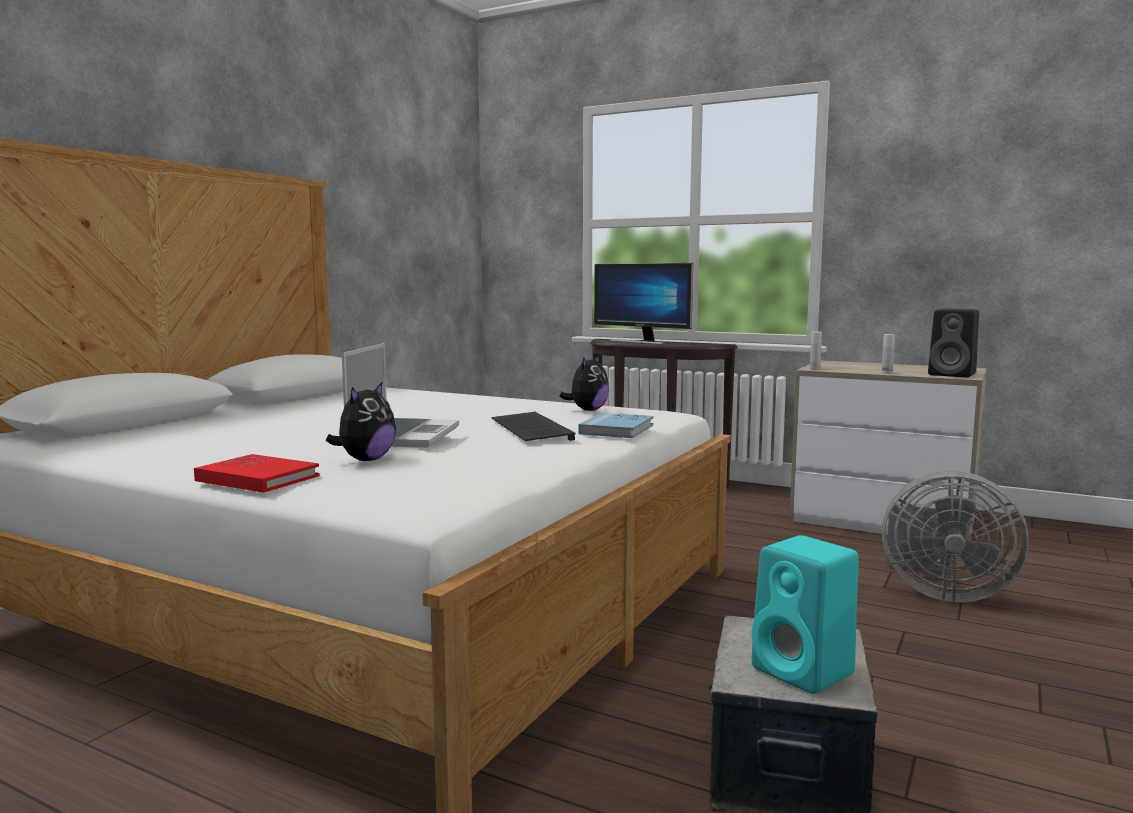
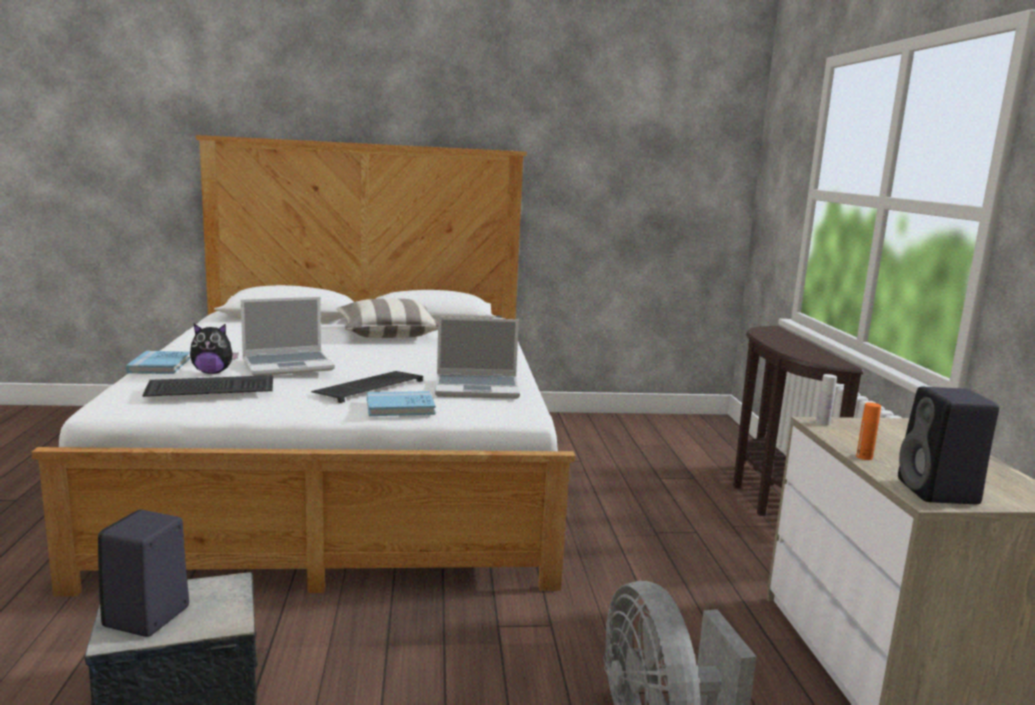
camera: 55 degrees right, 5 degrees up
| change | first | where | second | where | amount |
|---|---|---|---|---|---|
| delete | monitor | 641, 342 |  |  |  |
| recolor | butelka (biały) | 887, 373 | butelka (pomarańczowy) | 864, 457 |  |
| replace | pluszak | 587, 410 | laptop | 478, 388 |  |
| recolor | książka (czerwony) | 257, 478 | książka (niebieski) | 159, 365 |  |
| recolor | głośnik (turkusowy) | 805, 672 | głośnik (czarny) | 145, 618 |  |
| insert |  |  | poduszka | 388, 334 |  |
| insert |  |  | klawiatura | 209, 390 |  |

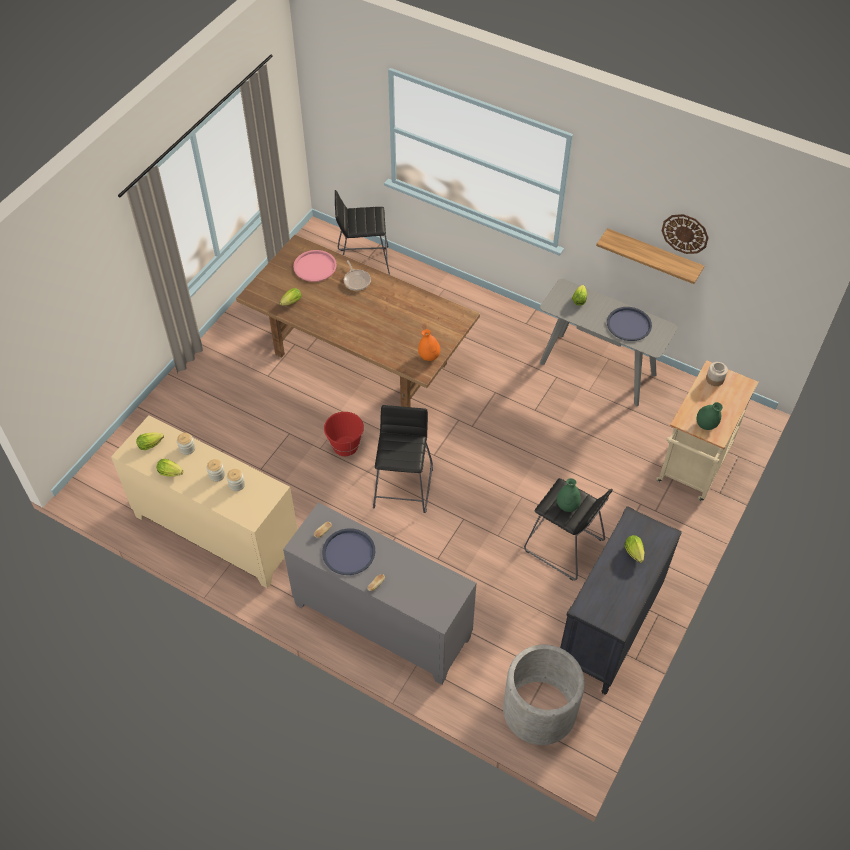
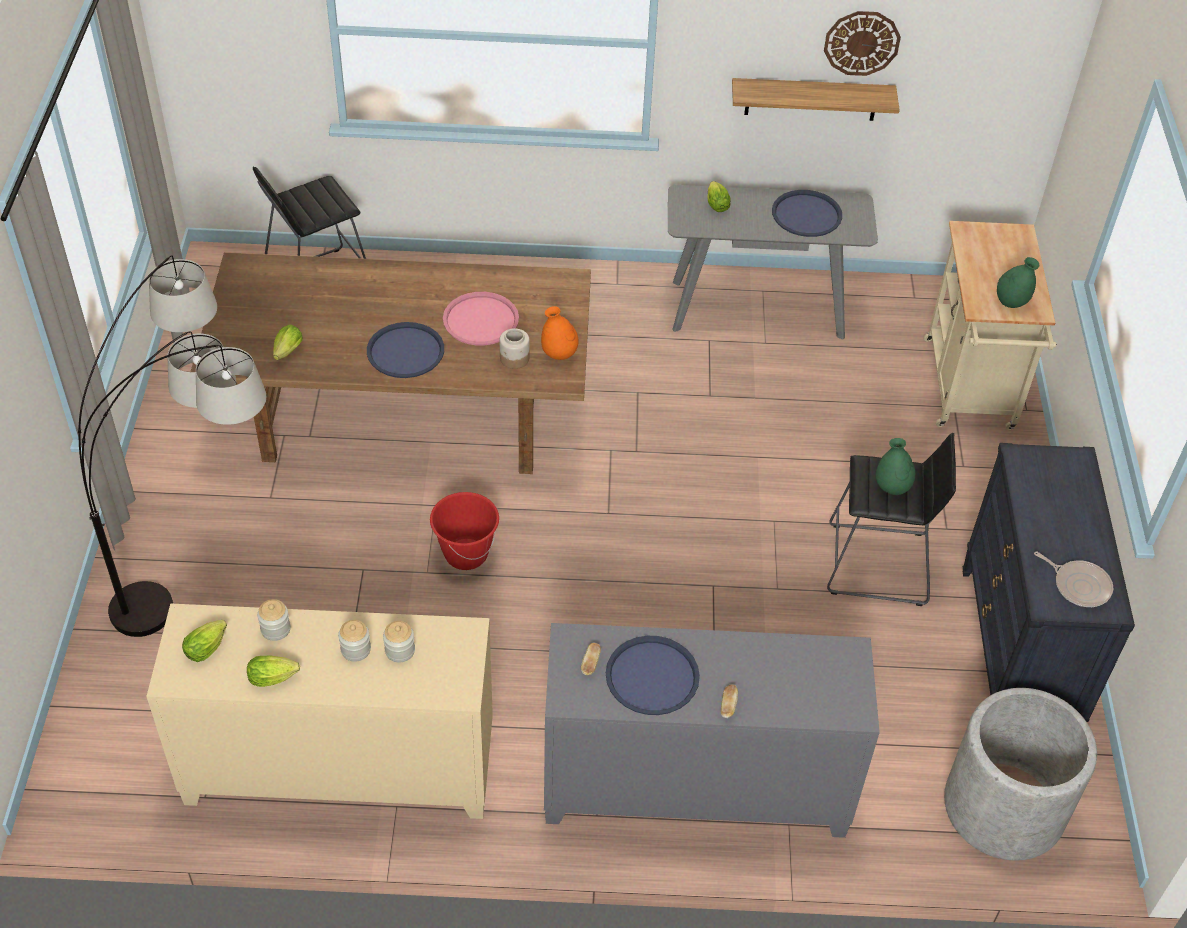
camera: 30 degrees left, 5 degrees down
| change | first | where | second | where | amount |
|---|---|---|---|---|---|
| move | taca (różowy) | 315, 266 |  | 481, 320 |  |
| move | patelnia | 356, 280 |  | 1079, 585 |  |
| move | słoik | 714, 379 |  | 514, 358 |  |
| delete | stołek (czarny) | 402, 487 |  |  |  |
| delete | sałata | 634, 554 |  |  |  |
| insert |  |  | lampa stojąca | 216, 583 |  |
| insert |  |  | taca (niebieski) | 405, 351 |  |

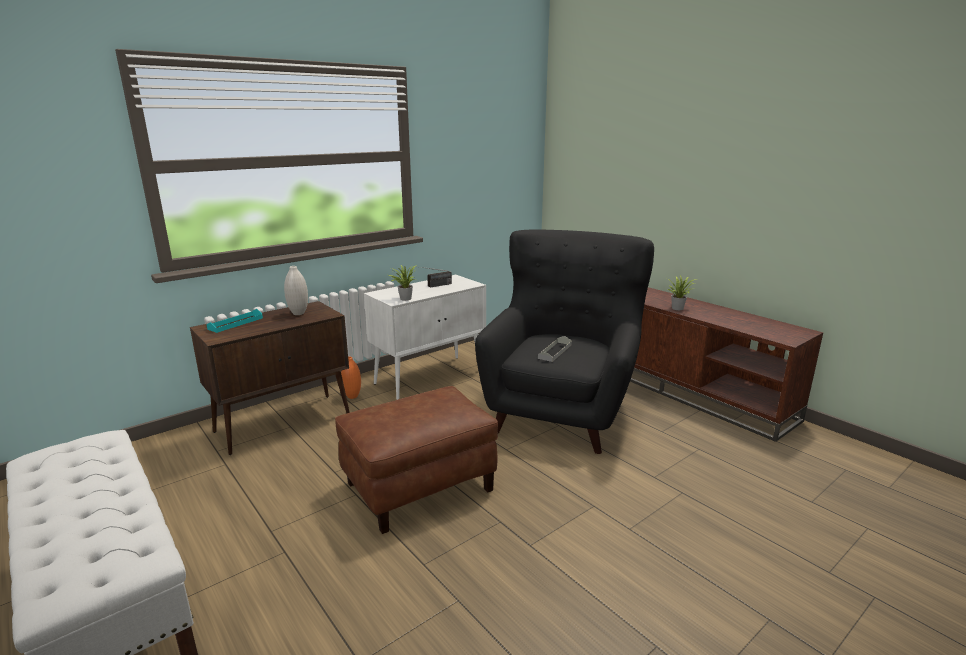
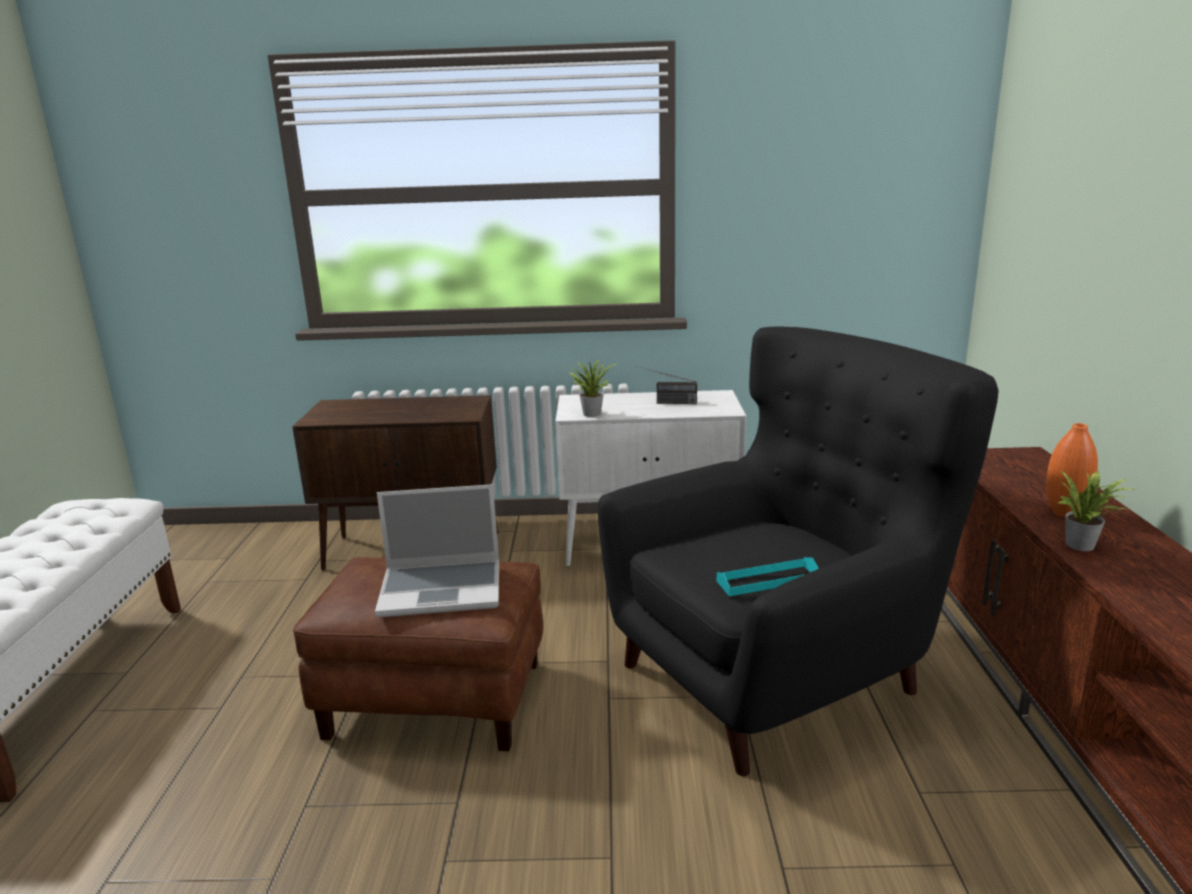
camera: 40 degrees right, 0 degrees up
| change | first | where | second | where | amount |
|---|---|---|---|---|---|
| delete | wazon (biały) | 298, 313 |  |  |  |
| move | taca (turkusowy) | 235, 323 |  | 767, 580 |  |
| delete | taca (szary) | 555, 351 |  |  |  |
| move | wazon (pomarańczowy) | 352, 396 |  | 1064, 513 |  |
| insert |  |  | laptop | 443, 589 |  |

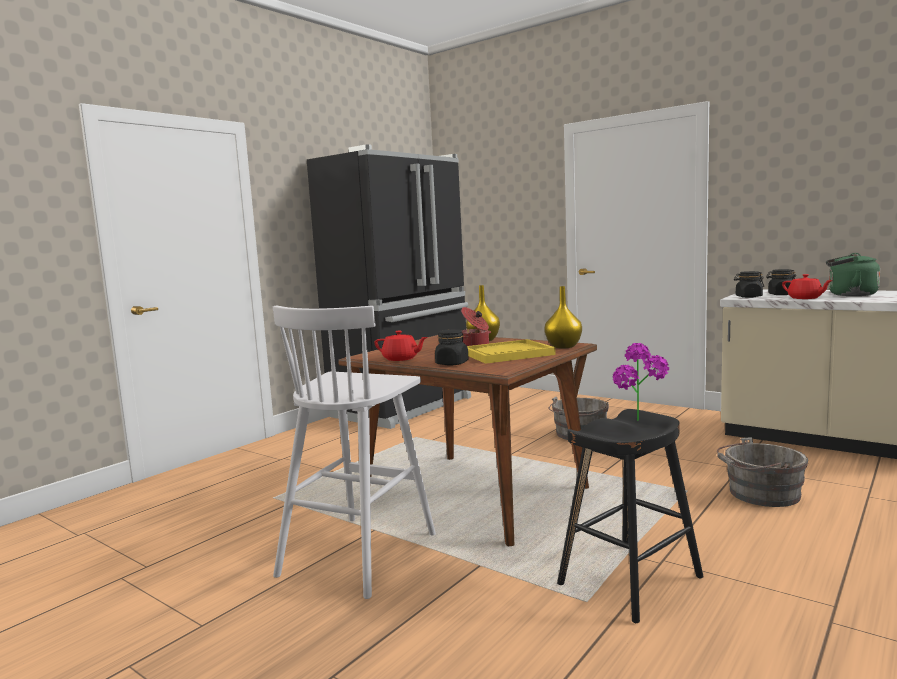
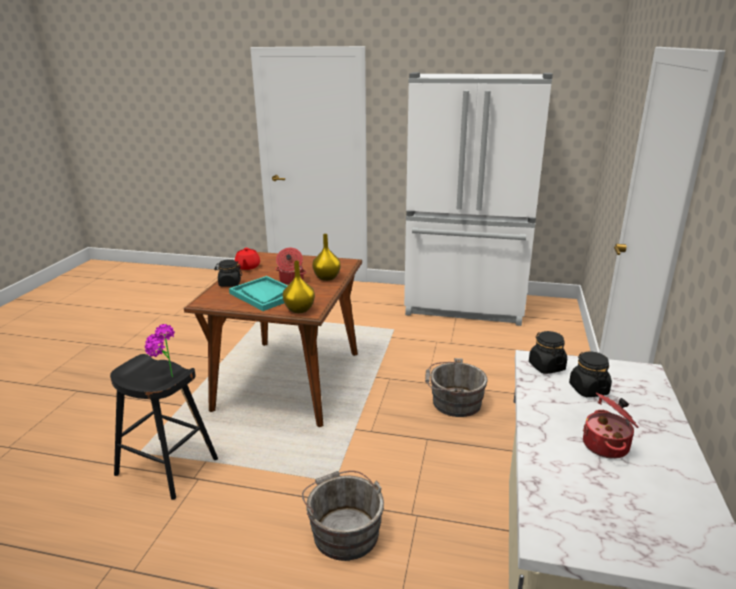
camera: 65 degrees right, 15 degrees up
| change | first | where | second | where | amount |
|---|---|---|---|---|---|
| recolor | lodówka (czarny) | 405, 407 | lodówka (biały) | 465, 306 |  |
| replace | czajnik (zielony) | 849, 295 | garnek | 607, 445 |  |
| delete | imbryk (czerwony) | 805, 298 |  |  |  |
| delete | stołek (biały) | 360, 553 |  |  |  |
| recolor | taca (żółty) | 507, 354 | taca (turkusowy) | 264, 295 |  |

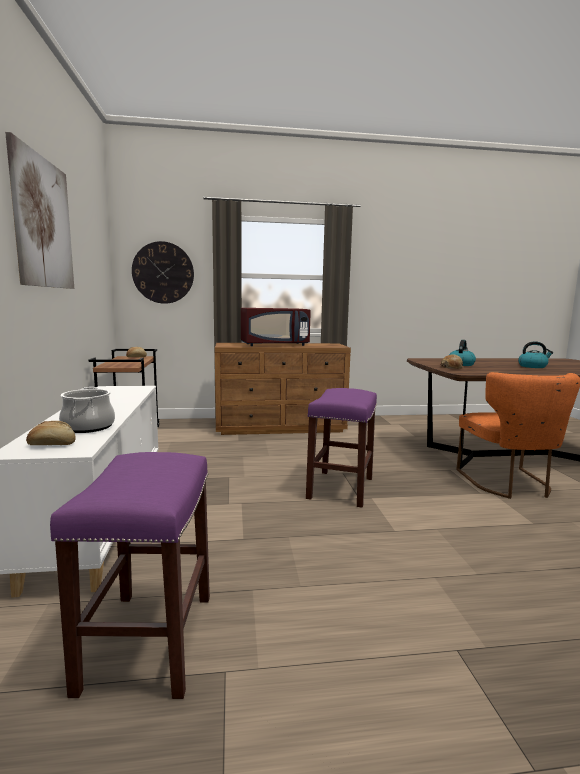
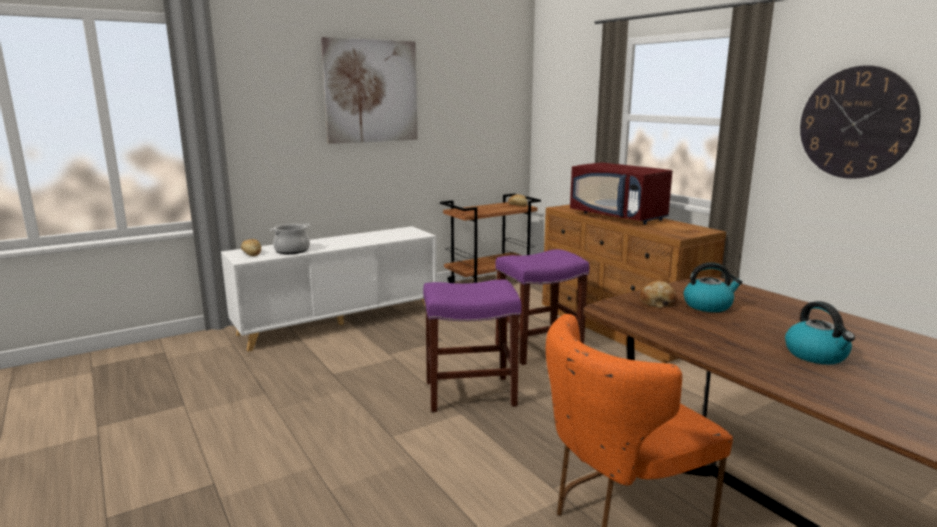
camera: 65 degrees right, 5 degrees up
| change | first | where | second | where | amount |
|---|---|---|---|---|---|
| move | zegar ścienny | 163, 272 |  | 856, 123 |  |
| move | stołek (fioletowy) | 149, 642 |  | 538, 348 |  |

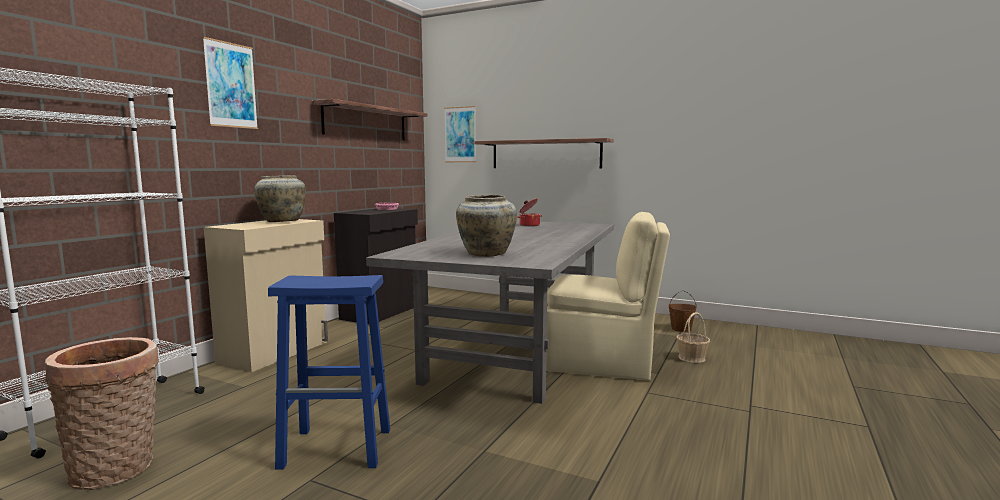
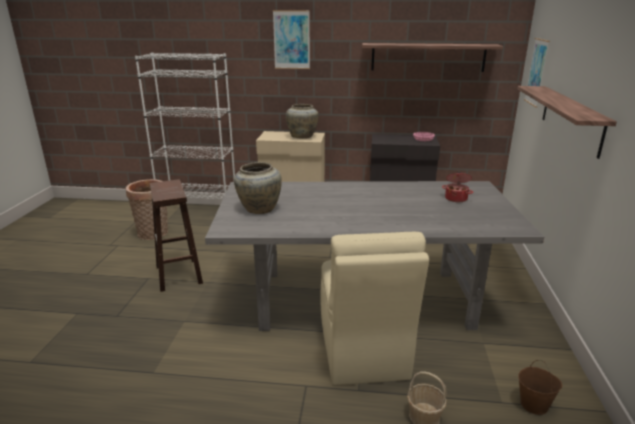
camera: 70 degrees right, 15 degrees up
| change | first | where | second | where | amount |
|---|---|---|---|---|---|
| recolor | stołek (niebieski) | 338, 448 | stołek (brązowy) | 179, 275 |  |

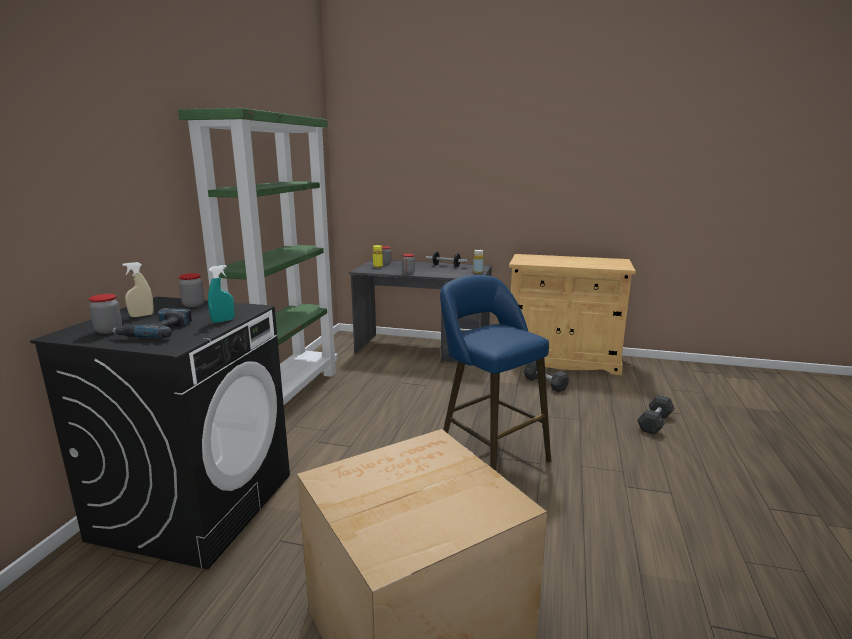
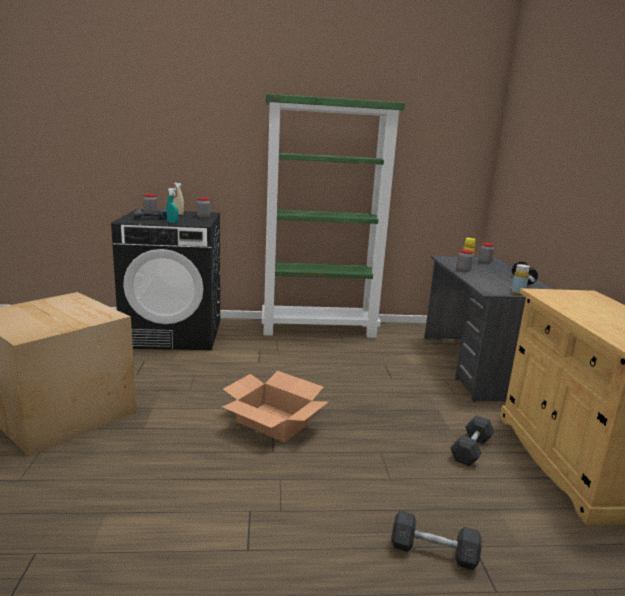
camera: 70 degrees right, 0 degrees up
| change | first | where | second | where | amount |
|---|---|---|---|---|---|
| replace | stołek (niebieski) | 489, 455 | karton | 274, 422 |  |

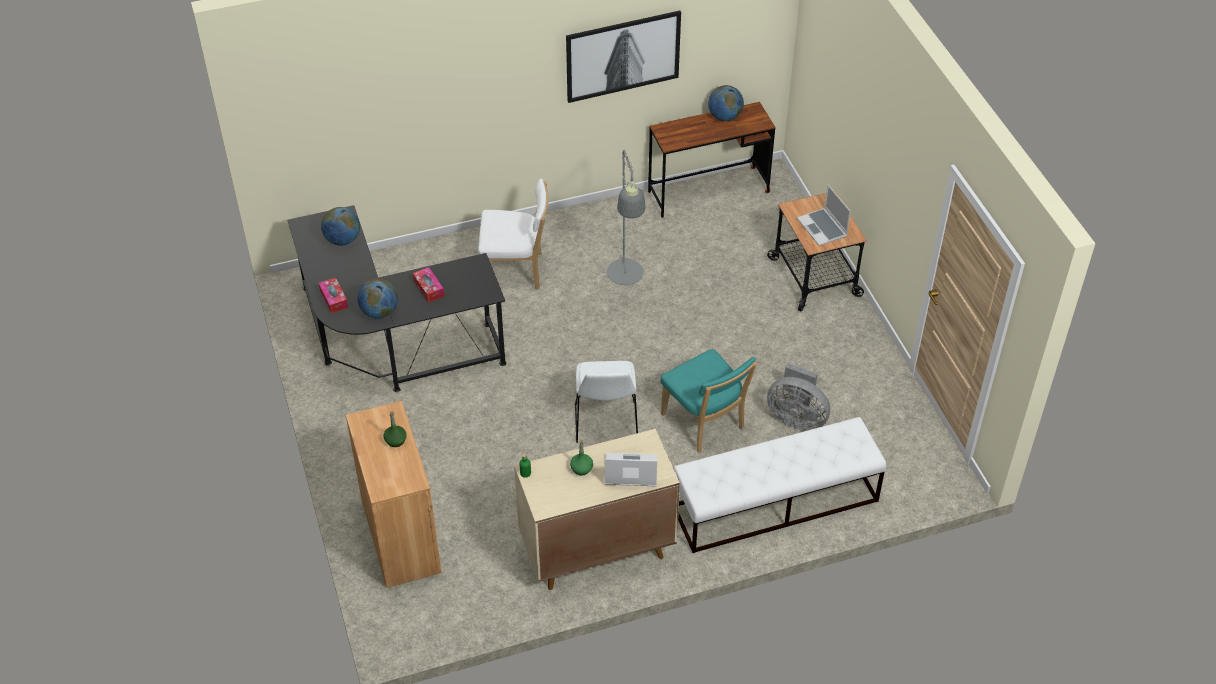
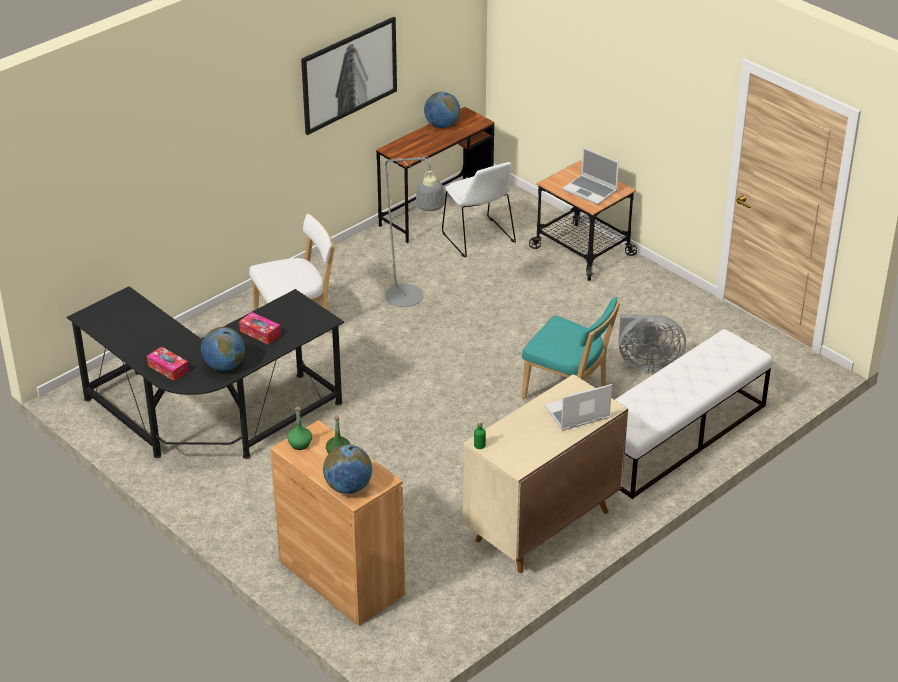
camera: 25 degrees left, 10 degrees down
| change | first | where | second | where | amount |
|---|---|---|---|---|---|
| move | globus | 342, 240 |  | 348, 487 |  |
| move | krzesło (biały) | 606, 423 |  | 479, 239 |  |
| move | butelka (zielony) | 581, 469 |  | 300, 444 |  |

